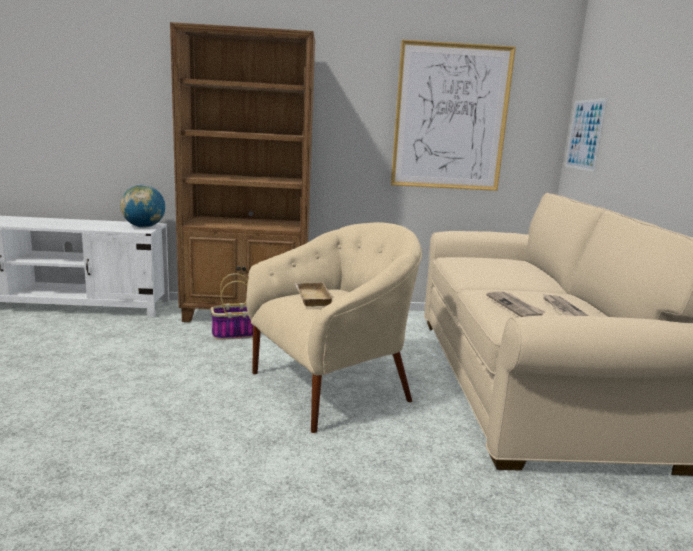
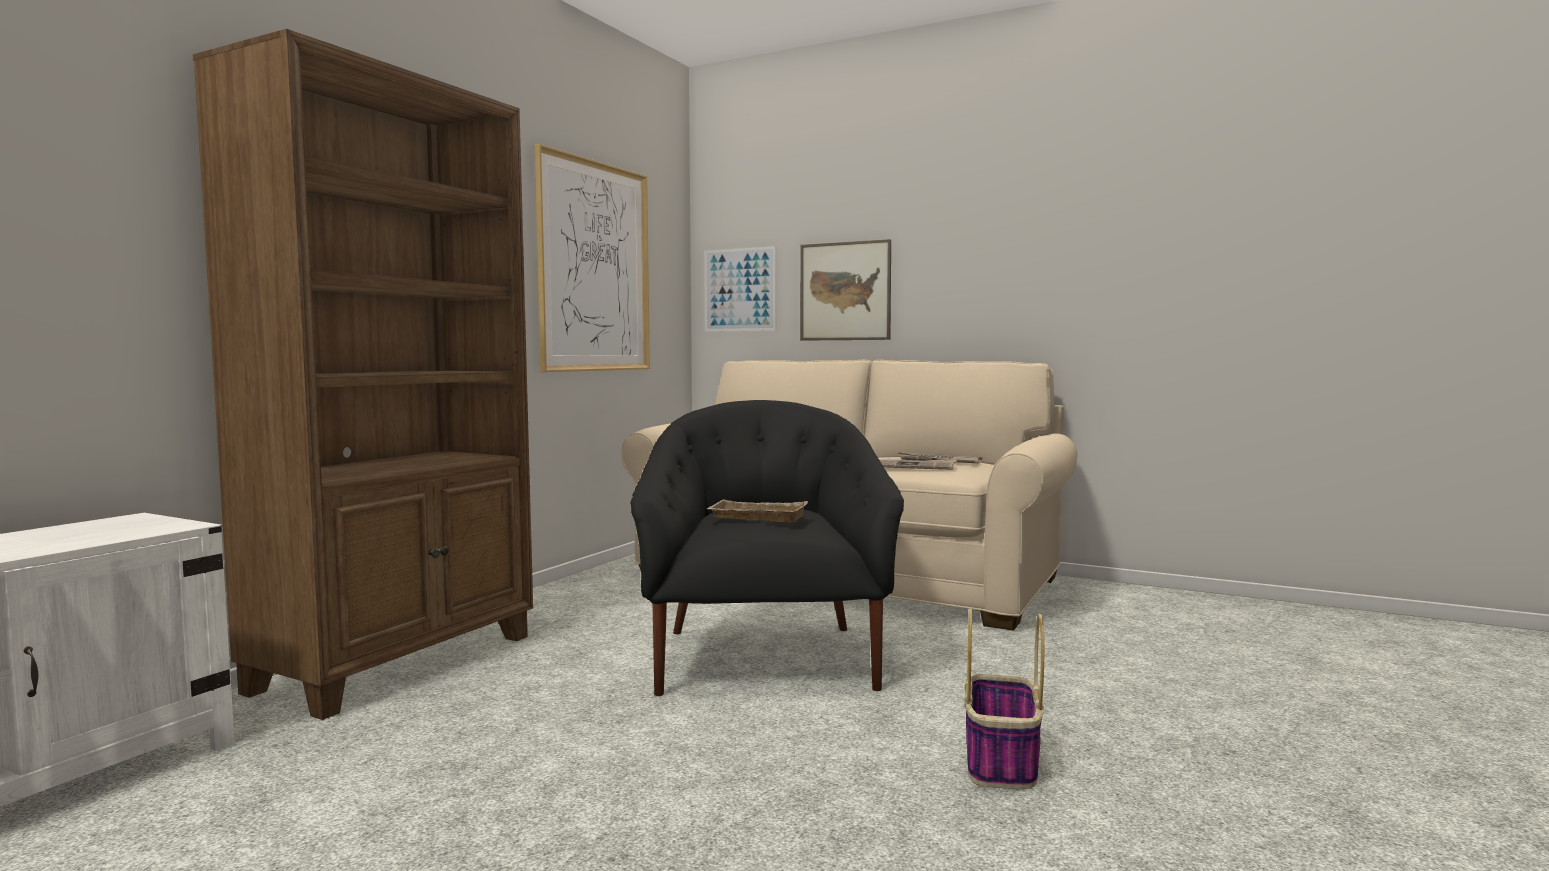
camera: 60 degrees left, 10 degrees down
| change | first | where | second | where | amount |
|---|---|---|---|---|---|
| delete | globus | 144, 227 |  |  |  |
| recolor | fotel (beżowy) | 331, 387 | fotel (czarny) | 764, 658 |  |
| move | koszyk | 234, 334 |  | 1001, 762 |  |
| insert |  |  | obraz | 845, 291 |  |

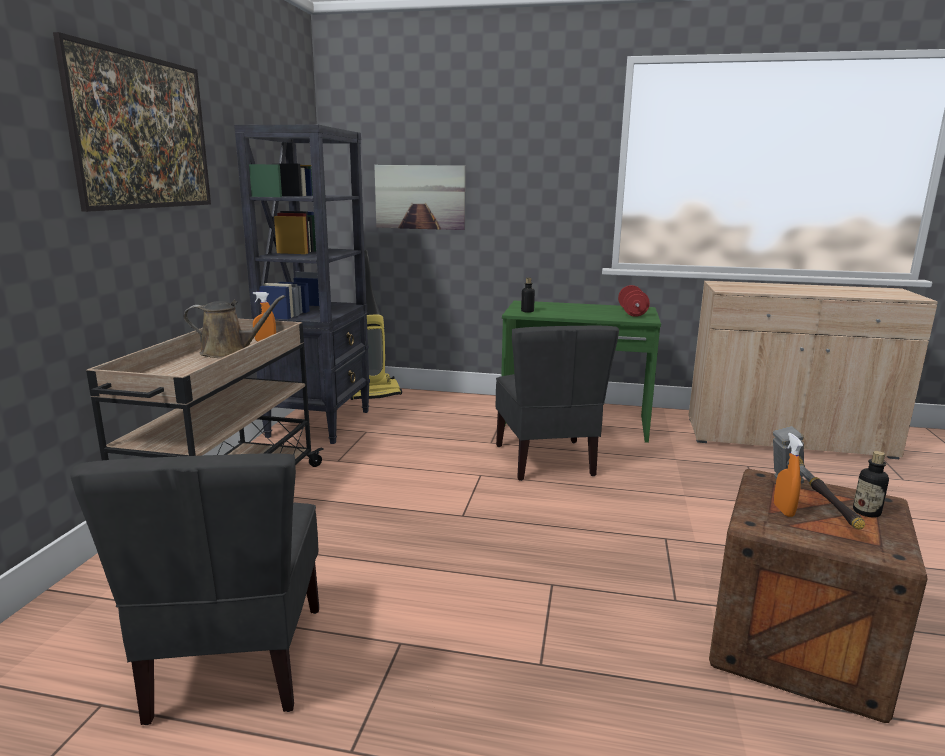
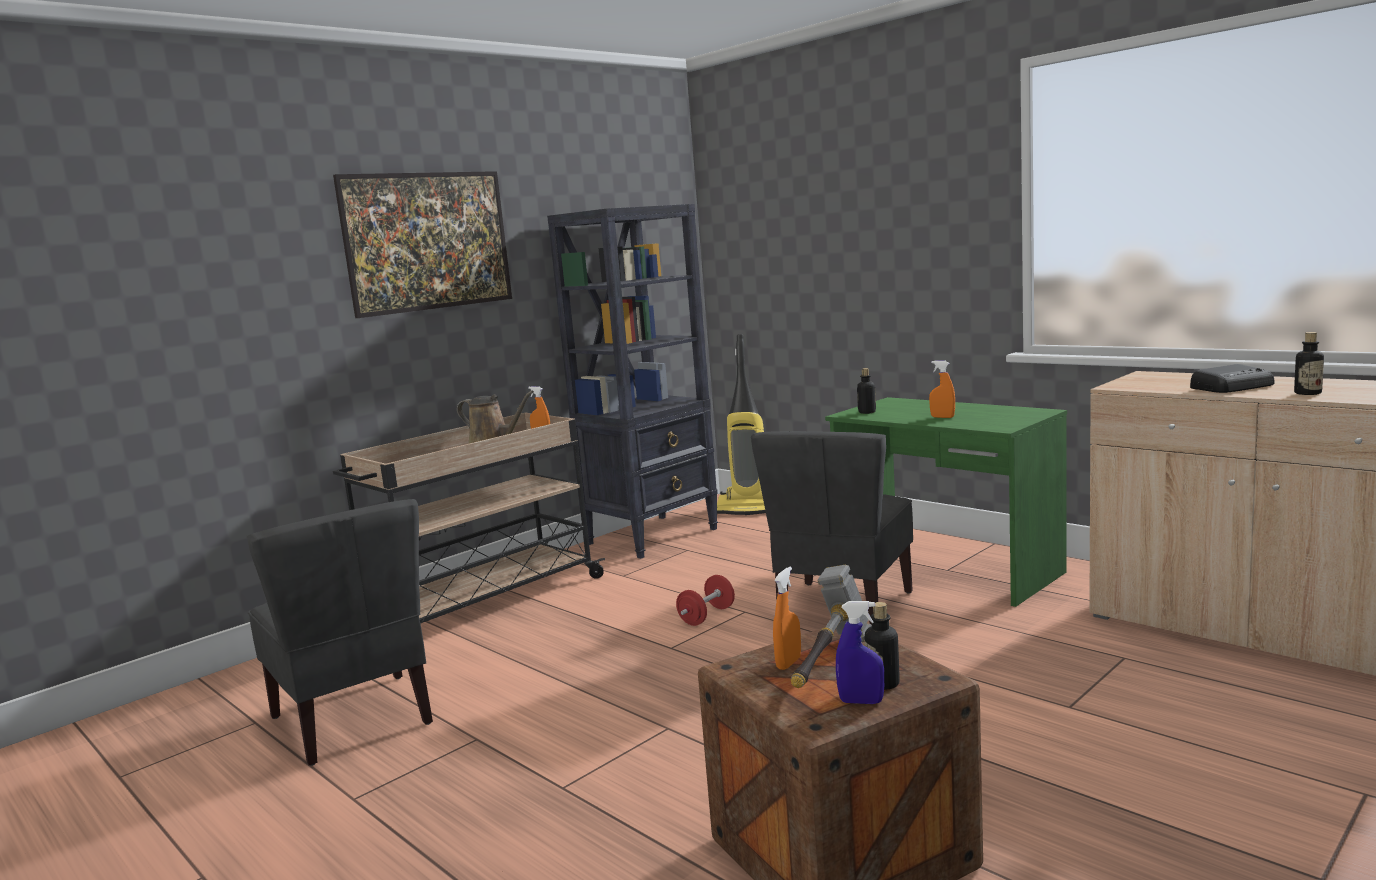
camera: 35 degrees right, 5 degrees down
| change | first | where | second | where | amount |
|---|---|---|---|---|---|
| delete | obraz | 420, 197 |  |  |  |
| move | hantel (czerwony) | 632, 313 |  | 707, 616 |  |
| rotate | krzesło (szary) | 235, 662 |  | 355, 719 | 60 degrees counterclockwise |
| insert |  |  | butelka | 1307, 393 |  |
| insert |  |  | spryskiwacz (pomarańczowy) | 942, 417 |  |
| insert |  |  | radio | 1233, 387 |  |
| insert |  |  | spryskiwacz (niebieski) | 861, 702 |  |

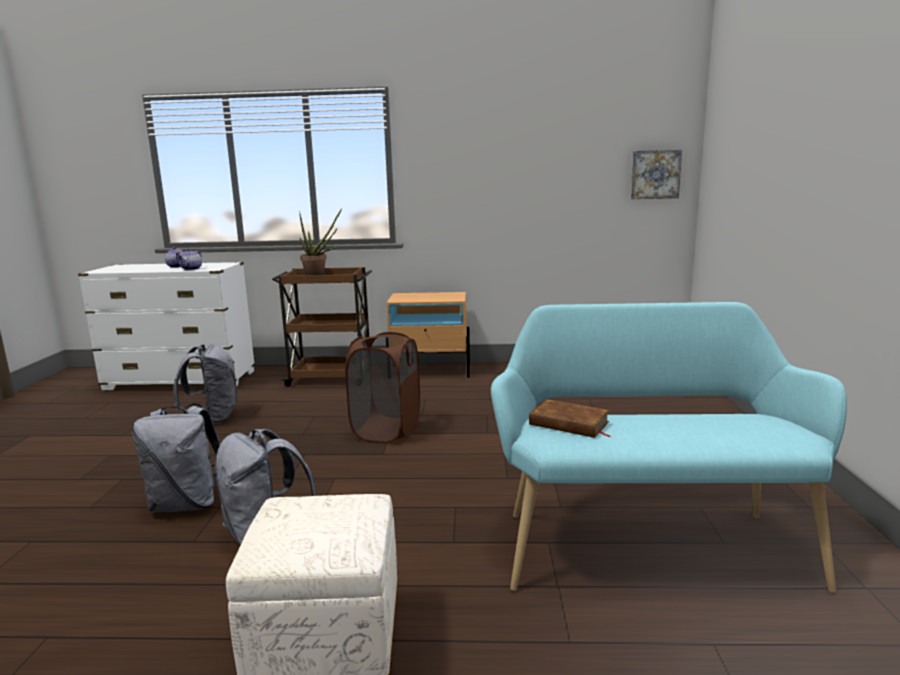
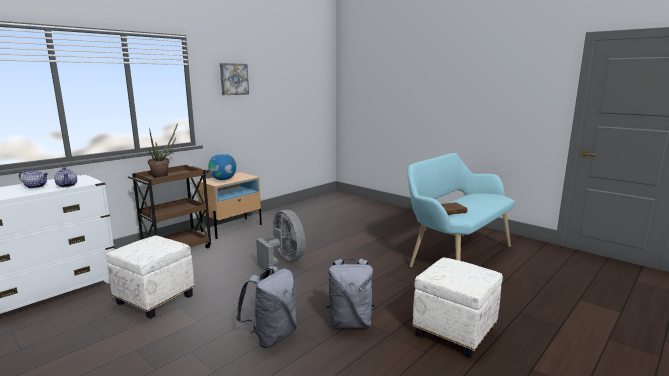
camera: 50 degrees left, 0 degrees up
| change | first | where | second | where | amount |
|---|---|---|---|---|---|
| move | obraz | 655, 174 |  | 233, 79 |  |
| replace | kosz na pranie (brązowy) | 386, 430 | wentylator (szary) | 284, 261 |  |
| replace | plecak (szary) | 213, 418 | pufa (biały) | 154, 299 |  |
| insert |  |  | globus | 223, 179 |  |

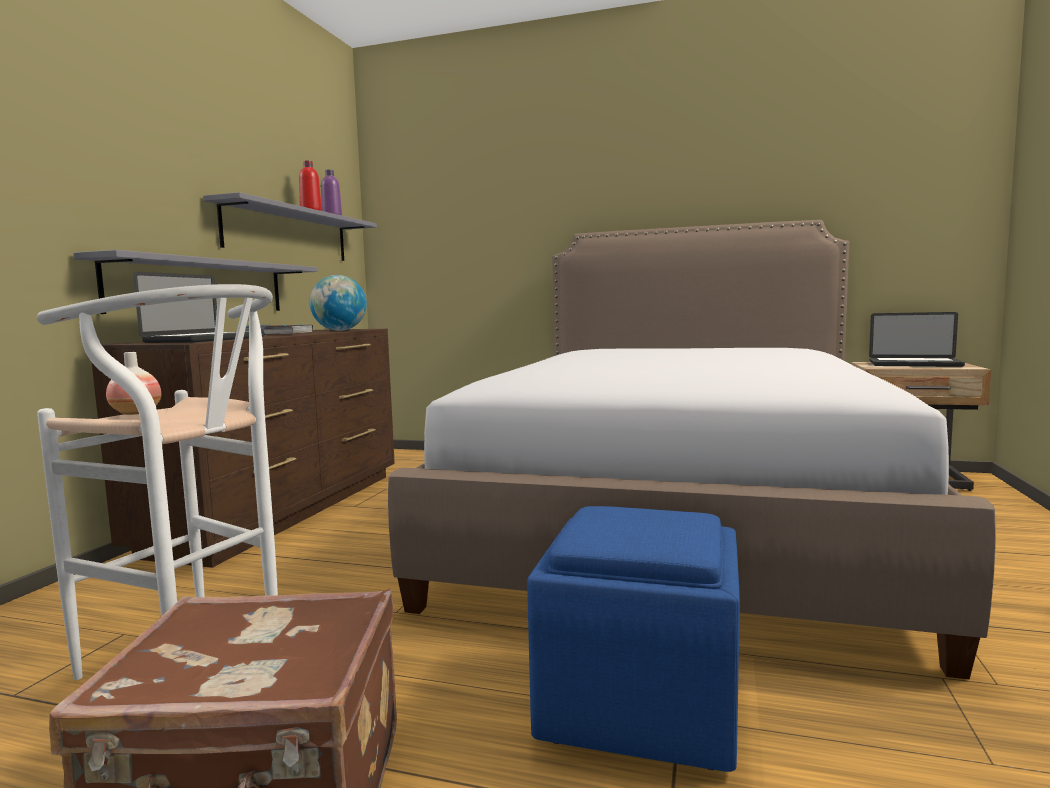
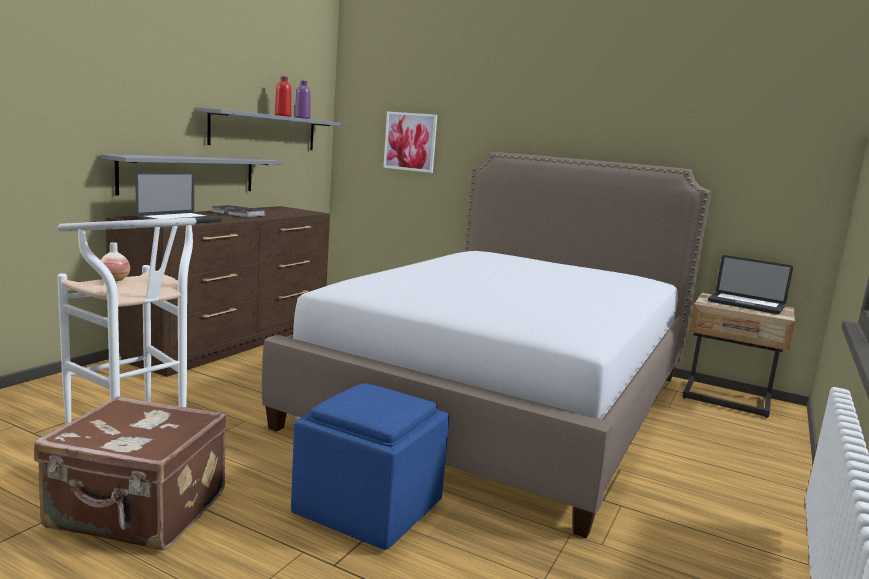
camera: 10 degrees right, 5 degrees up
| change | first | where | second | where | amount |
|---|---|---|---|---|---|
| delete | globus | 340, 330 |  |  |  |
| insert |  |  | obraz | 410, 141 |  |

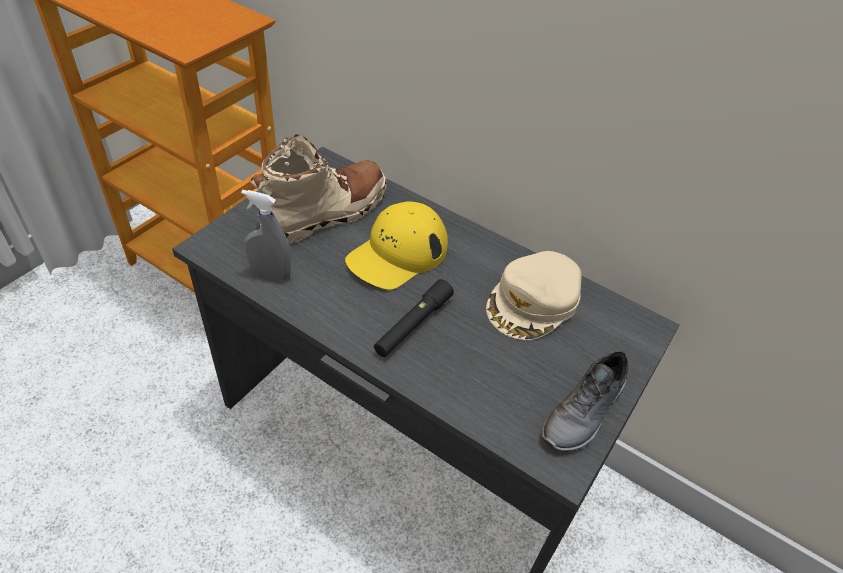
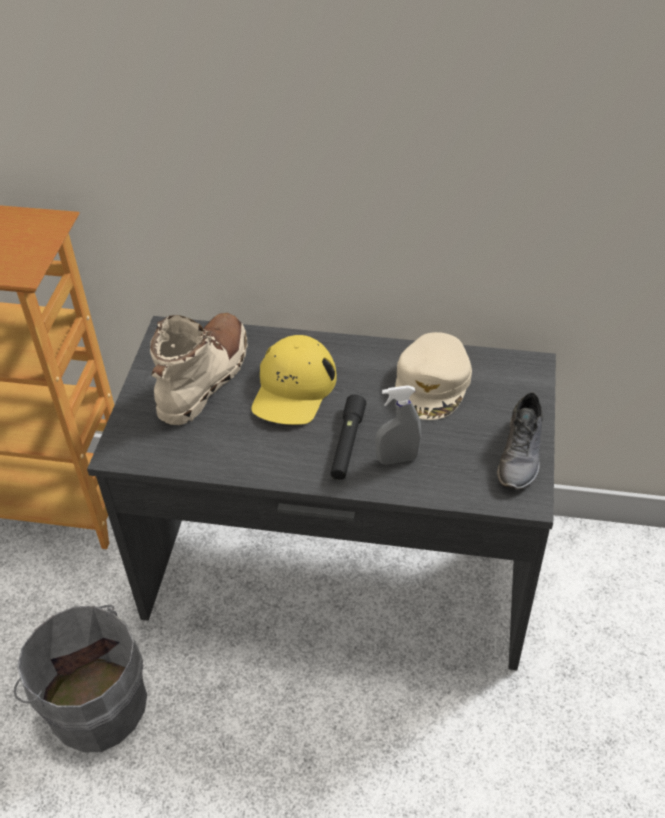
camera: 20 degrees left, 0 degrees up
| change | first | where | second | where | amount |
|---|---|---|---|---|---|
| move | spryskiwacz (szary) | 270, 274 |  | 397, 459 |  |
| insert |  |  | wiadro (szary) | 94, 703 |  |

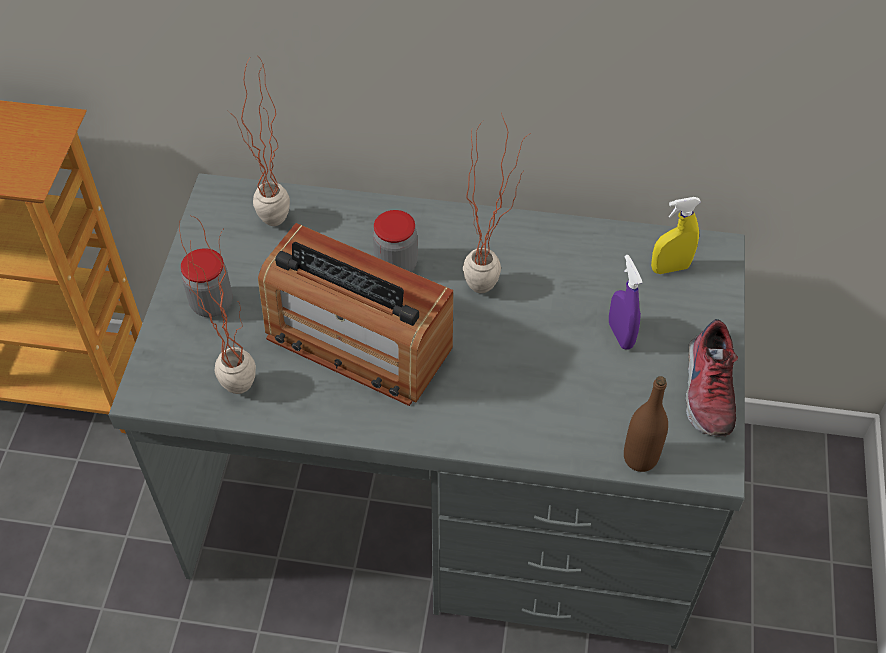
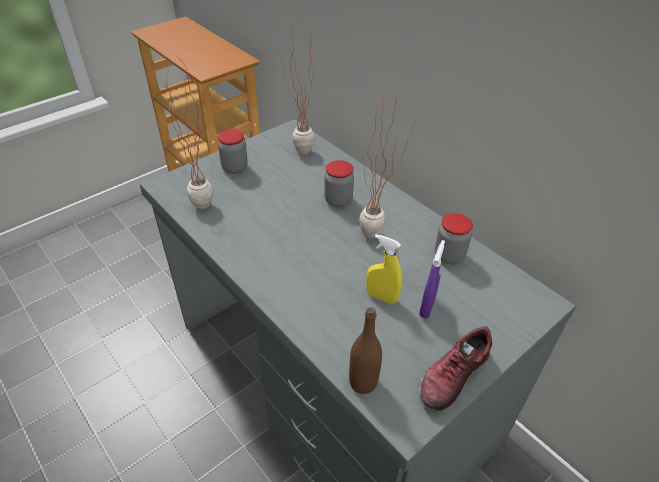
camera: 40 degrees right, 10 degrees down
| change | first | where | second | where | amount |
|---|---|---|---|---|---|
| move | spryskiwacz (żółty) | 670, 268 |  | 381, 297 |  |
| delete | radio | 357, 342 |  |  |  |
| insert |  |  | słoik | 449, 256 |  |

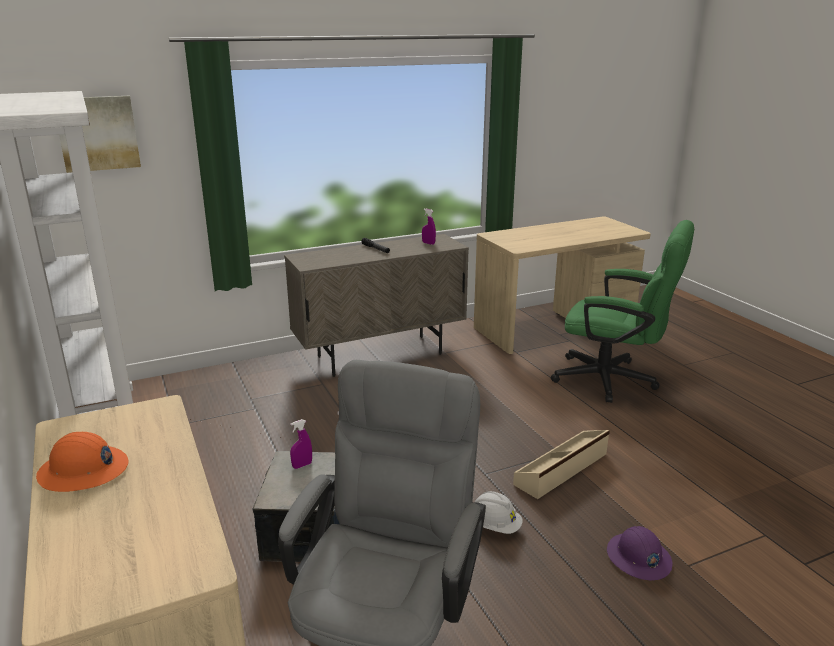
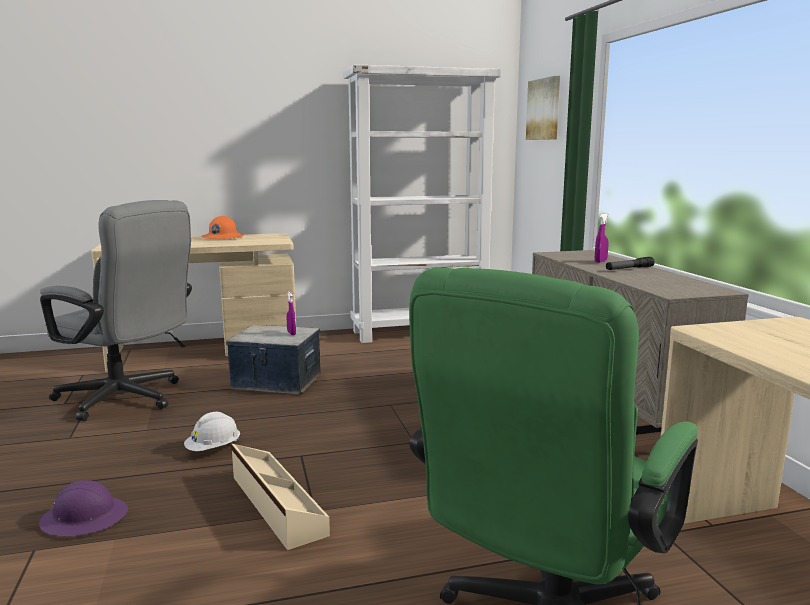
camera: 100 degrees right, 10 degrees down
| change | first | where | second | where | amount |
|---|---|---|---|---|---|
| move | spryskiwacz (fioletowy) | 428, 243 |  | 600, 261 |  |

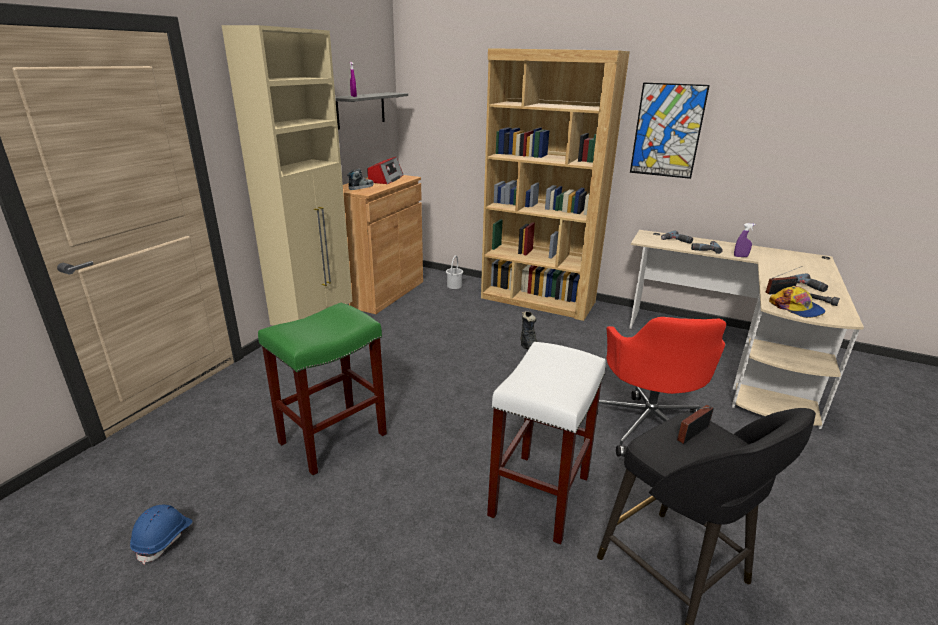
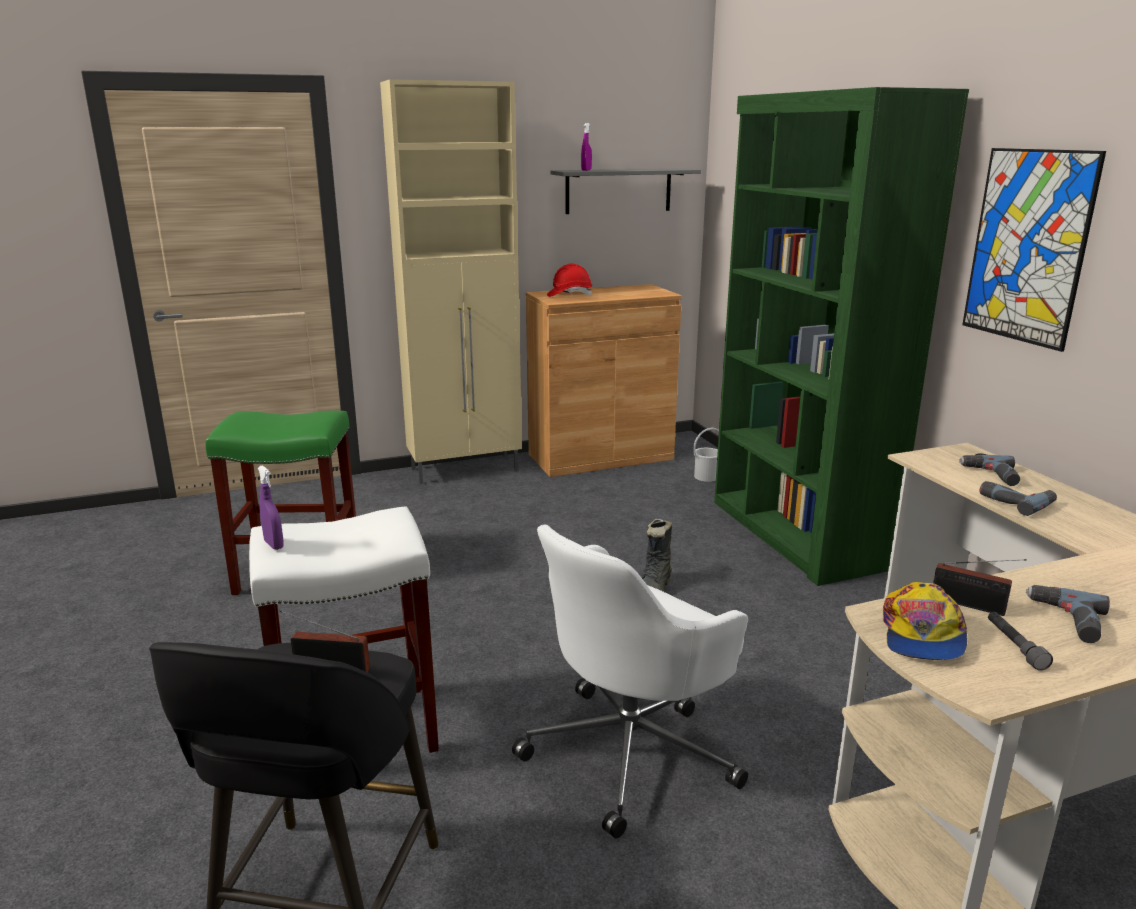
camera: 45 degrees right, 5 degrees down
| change | first | where | second | where | amount |
|---|---|---|---|---|---|
| recolor | regał (brązowy) | 538, 300 | regał (zielony) | 796, 534 |  |
| delete | radio | 385, 179 |  |  |  |
| replace | but | 361, 187 | kask (czerwony) | 569, 295 |  |
| move | spryskiwacz (fioletowy) | 740, 256 |  | 274, 545 |  |
| recolor | krzesło biurowe (czerwony) | 648, 426 | krzesło biurowe (biały) | 632, 752 |  |
| delete | kask (niebieski) | 164, 539 |  |  |  |

